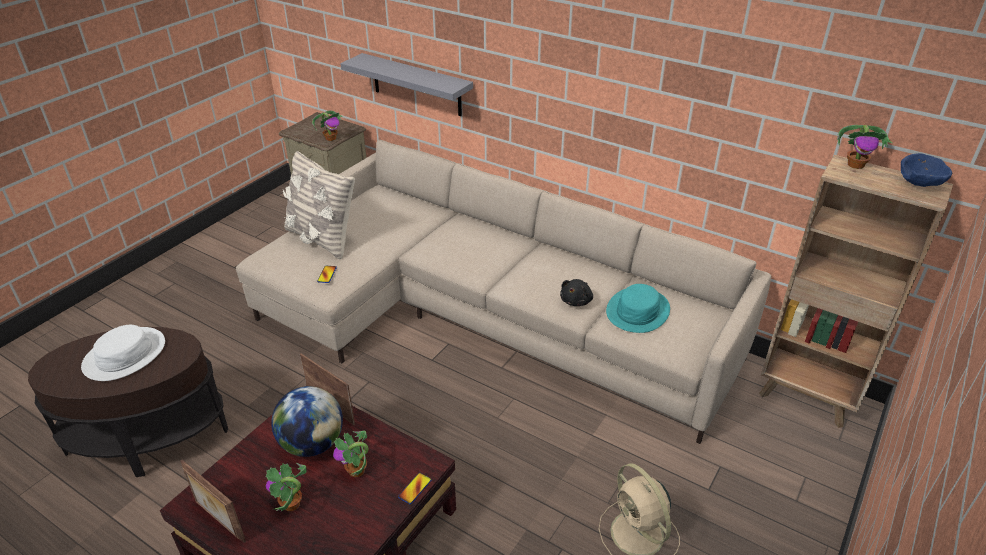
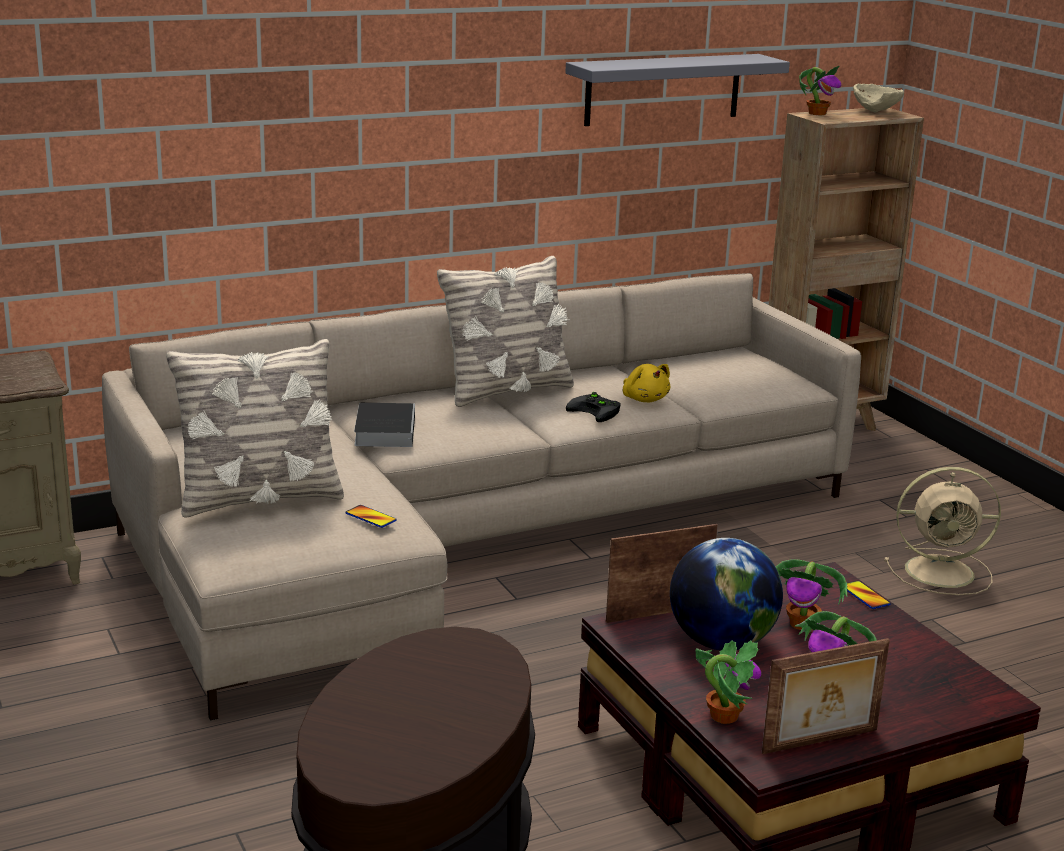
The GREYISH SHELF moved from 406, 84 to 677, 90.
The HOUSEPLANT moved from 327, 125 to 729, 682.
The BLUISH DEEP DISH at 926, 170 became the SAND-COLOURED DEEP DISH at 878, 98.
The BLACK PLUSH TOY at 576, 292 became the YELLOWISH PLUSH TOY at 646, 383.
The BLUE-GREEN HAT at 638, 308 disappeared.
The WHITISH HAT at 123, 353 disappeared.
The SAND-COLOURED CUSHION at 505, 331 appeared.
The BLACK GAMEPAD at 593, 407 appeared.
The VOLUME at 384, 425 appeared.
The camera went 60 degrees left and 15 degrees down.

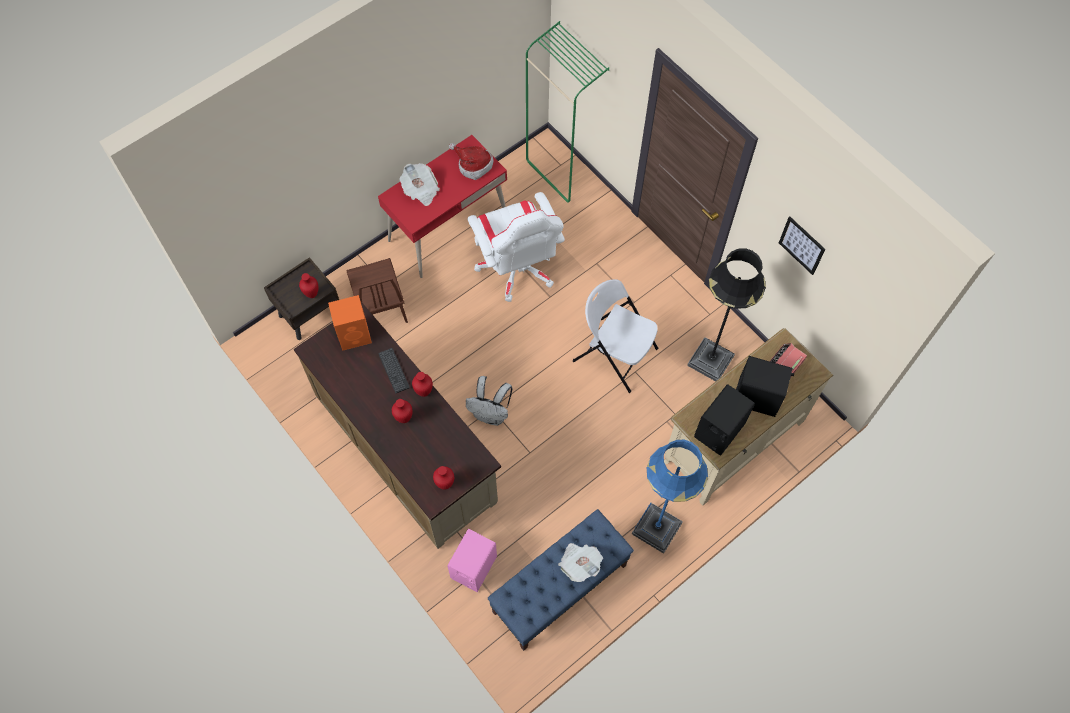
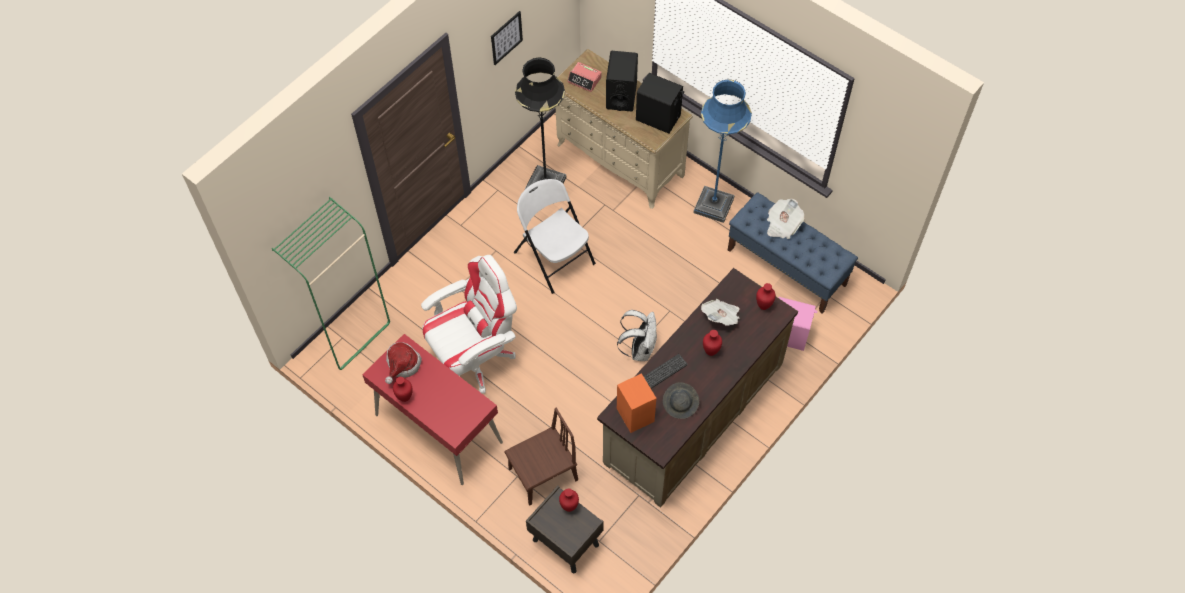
The NEWSPAPER moved from 420, 184 to 720, 312.
The WHITISH CHAIR at 615, 336 turned 120 degrees clockwise.
The RED-COLOURED DECORATIVE VASE moved from 422, 384 to 403, 389.
The GREYISH HAT at 681, 400 appeared.
The camera went 100 degrees left and 5 degrees down.

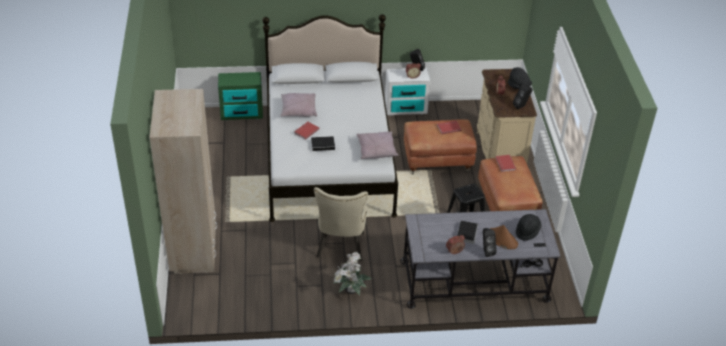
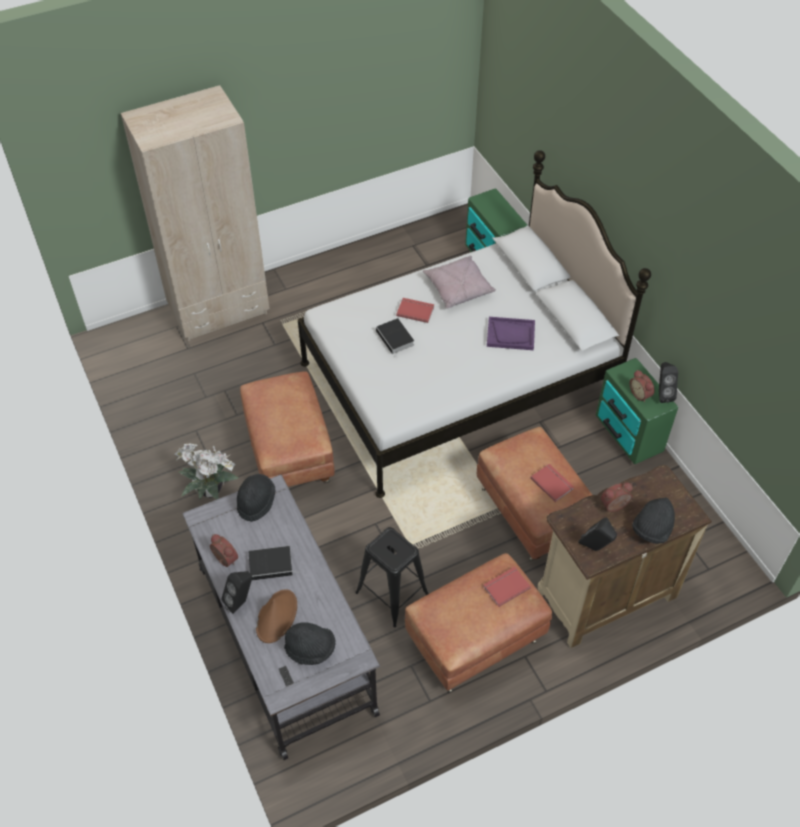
The WHITISH BEDSIDE TABLE at 408, 92 became the GREEN-COLOURED BEDSIDE TABLE at 637, 411.
The PURPLE-COLOURED CUSHION at 377, 145 disappeared.
The SAND-COLOURED CHAIR at 341, 224 was replaced by the BROWN FOOTREST at 287, 429.
The PURPLE-COLOURED TRAY at 511, 333 appeared.
The BLACK HAT at 256, 498 appeared.
The camera went 70 degrees right and 10 degrees up.

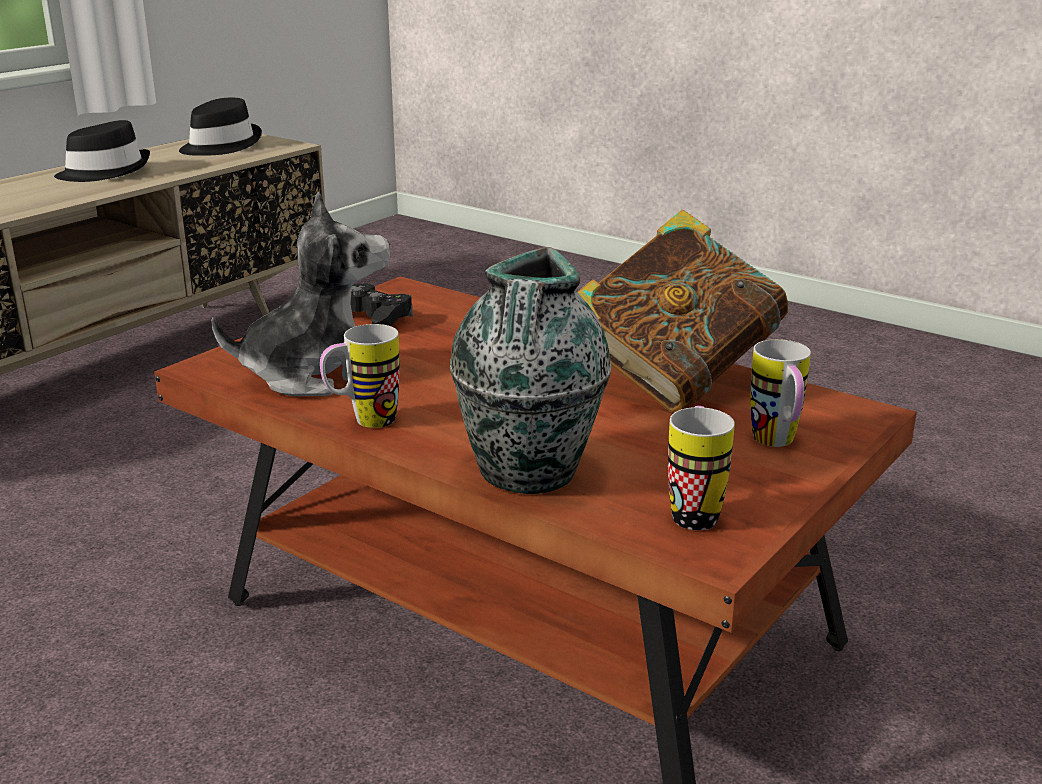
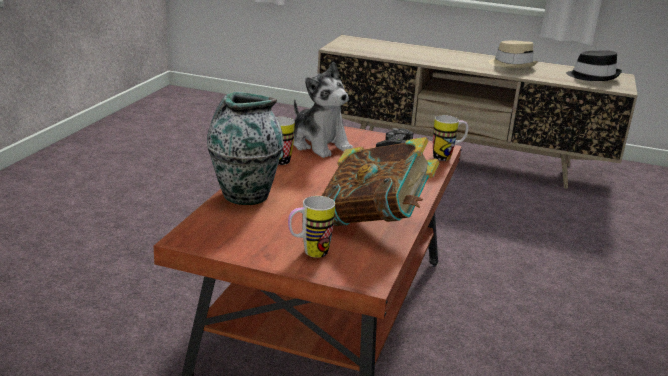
The BLACK HAT at 102, 151 became the SAND-COLOURED HAT at 513, 54.
The COFFEE MUG moved from 701, 468 to 450, 138.
The camera went 70 degrees right and 0 degrees up.

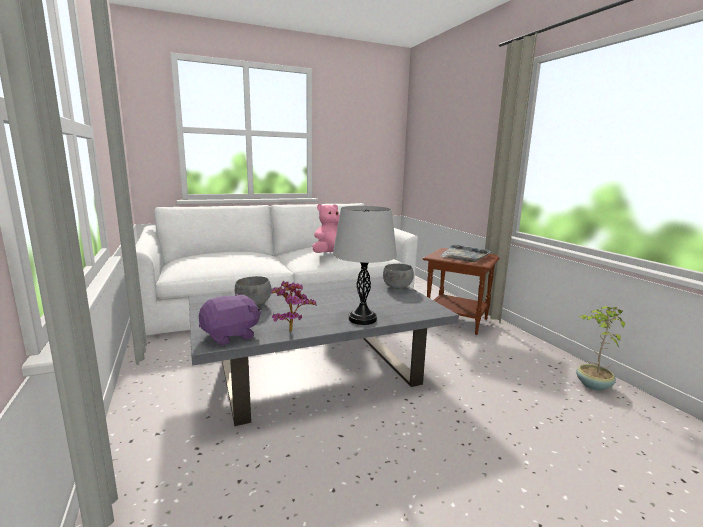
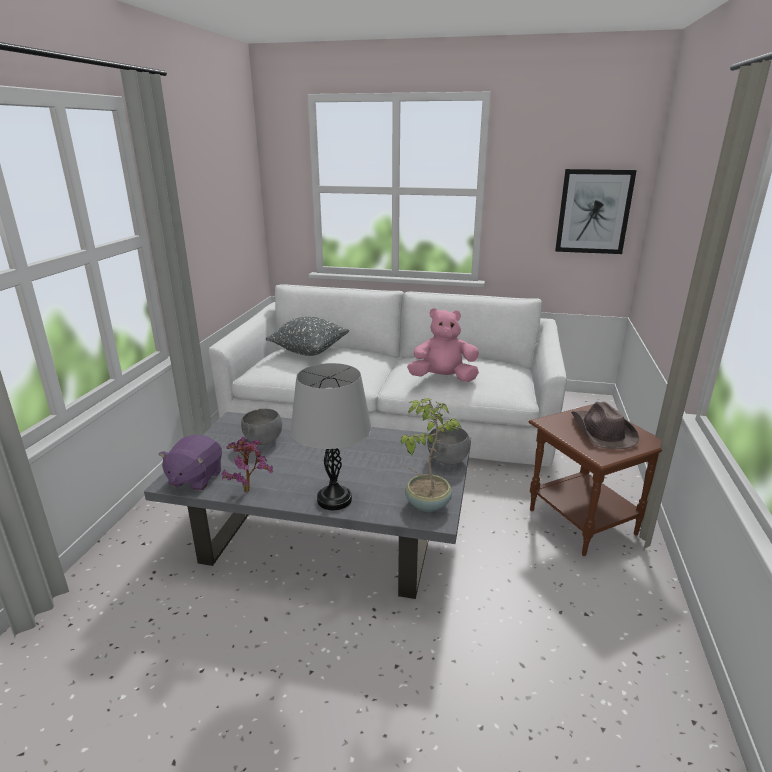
The GREYISH TRAY at 466, 253 was replaced by the BROWN HAT at 605, 425.
The PURPLE-COLOURED PLUSH TOY at 230, 319 turned 105 degrees clockwise.
The HOUSEPLANT moved from 600, 348 to 431, 455.
The WALL ART at 596, 211 appeared.
The GREYISH CUSHION at 307, 336 appeared.
The camera went 35 degrees right and 10 degrees up.

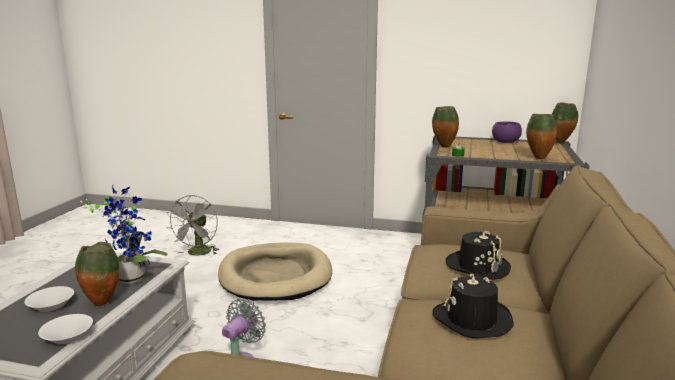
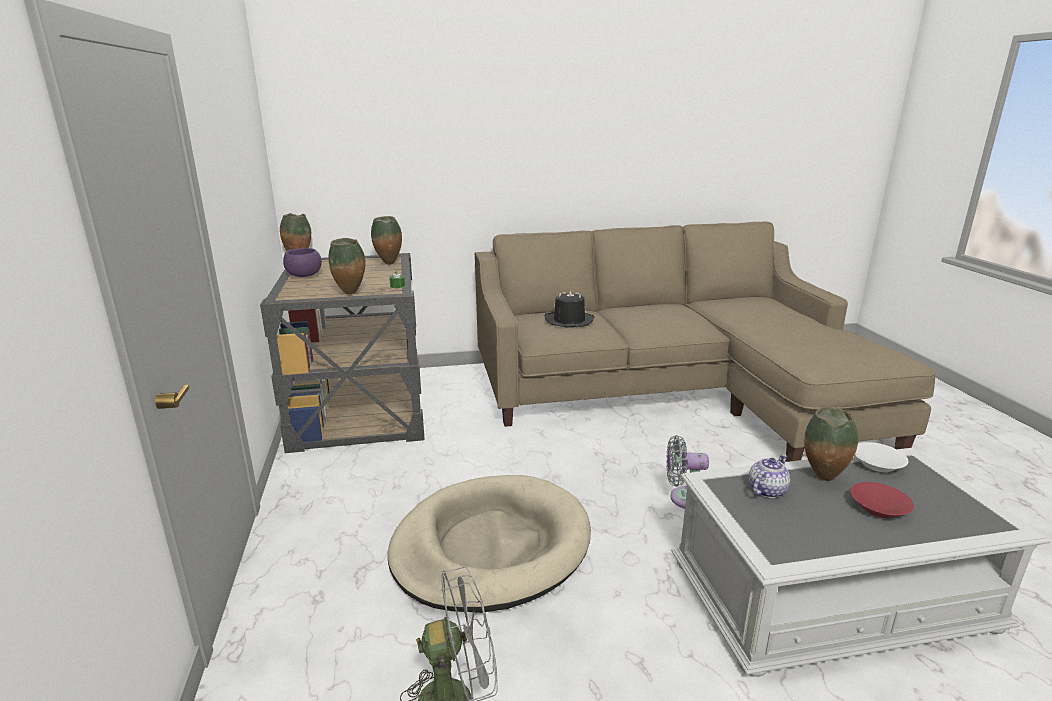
The HOUSEPLANT at 124, 235 was replaced by the TEAPOT at 769, 476.
The BLACK HAT at 473, 306 disappeared.
The WHITISH DEEP DISH at 49, 299 became the RED-COLOURED DEEP DISH at 882, 500.
The camera went 115 degrees left and 5 degrees up.

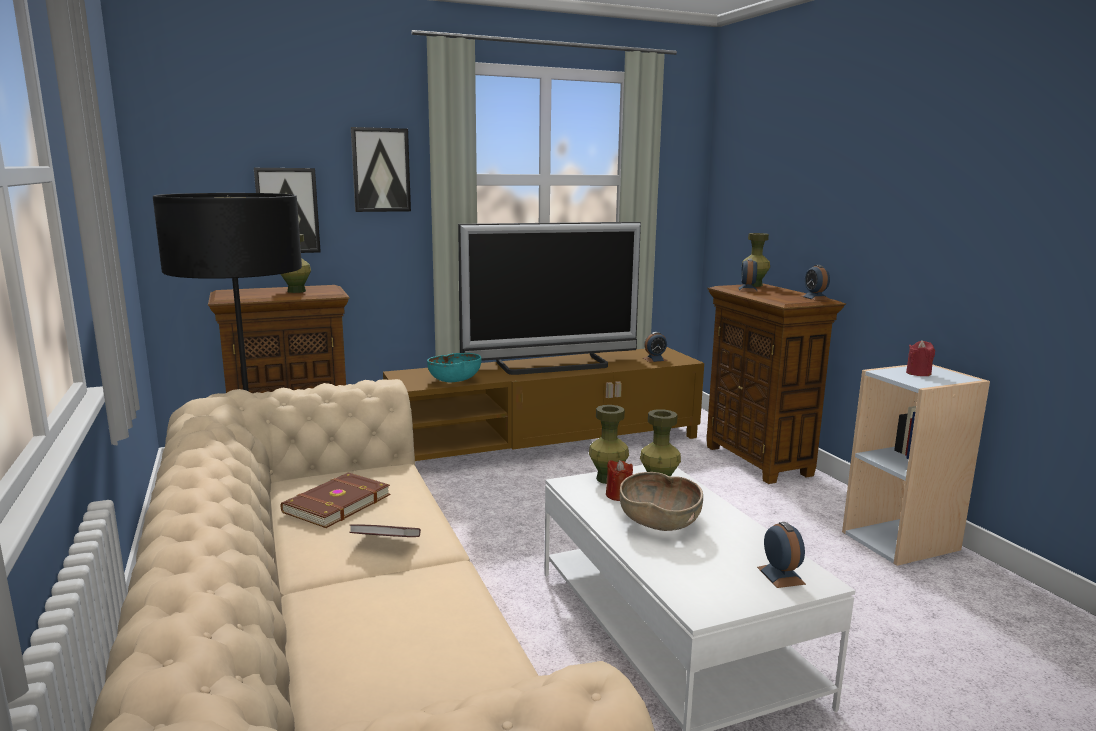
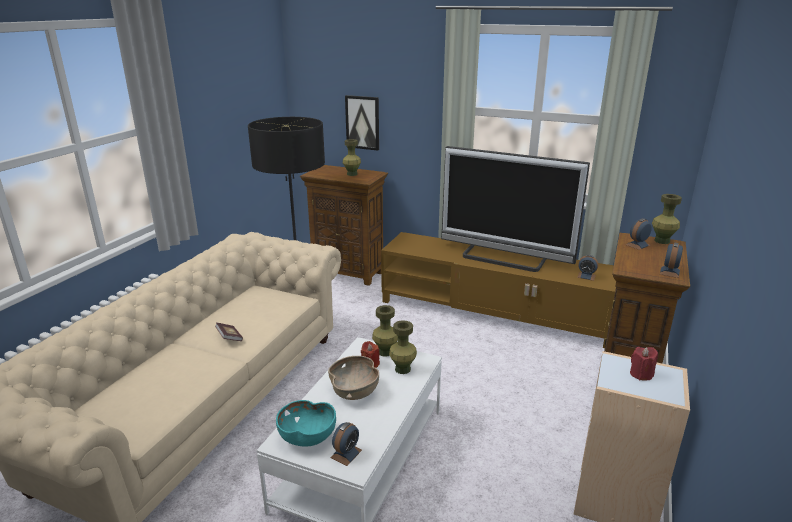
The WALL ART at 381, 169 disappeared.
The BLUE-GREEN DEEP DISH moved from 454, 367 to 306, 423.
The BROWN VOLUME at 336, 500 disappeared.
The camera went 45 degrees right and 10 degrees up.

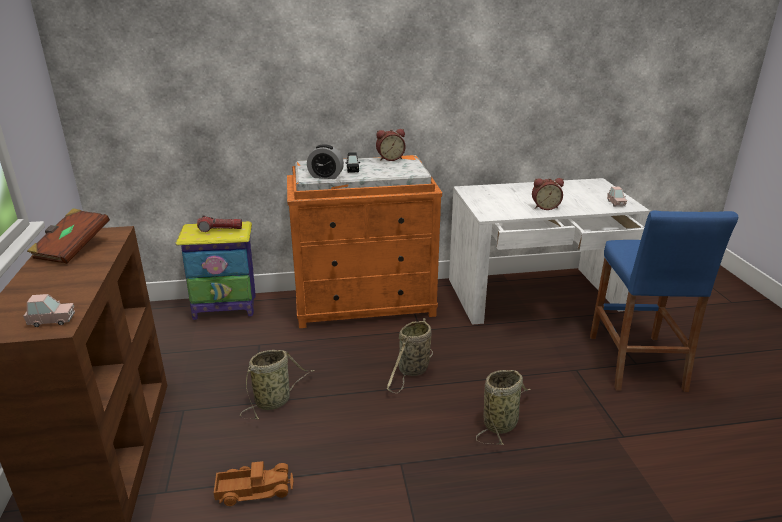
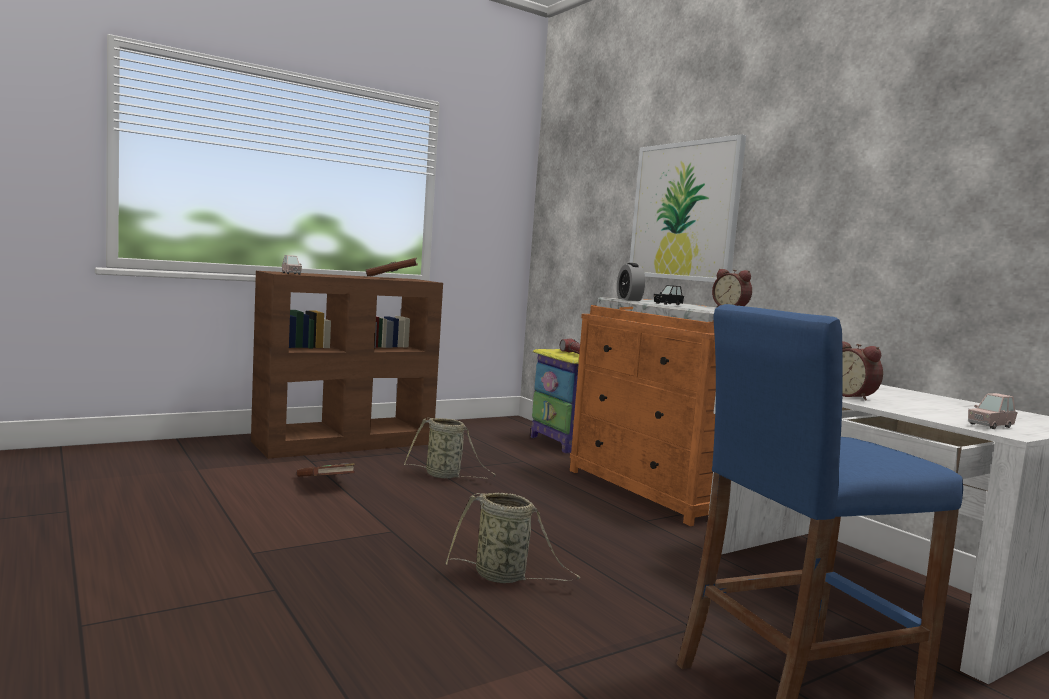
The STORAGE BASKET at 410, 355 disappeared.
The TOY TRUCK at 253, 483 was replaced by the BROWN VOLUME at 326, 470.
The WALL ART at 687, 208 appeared.
The camera went 65 degrees right and 20 degrees down.

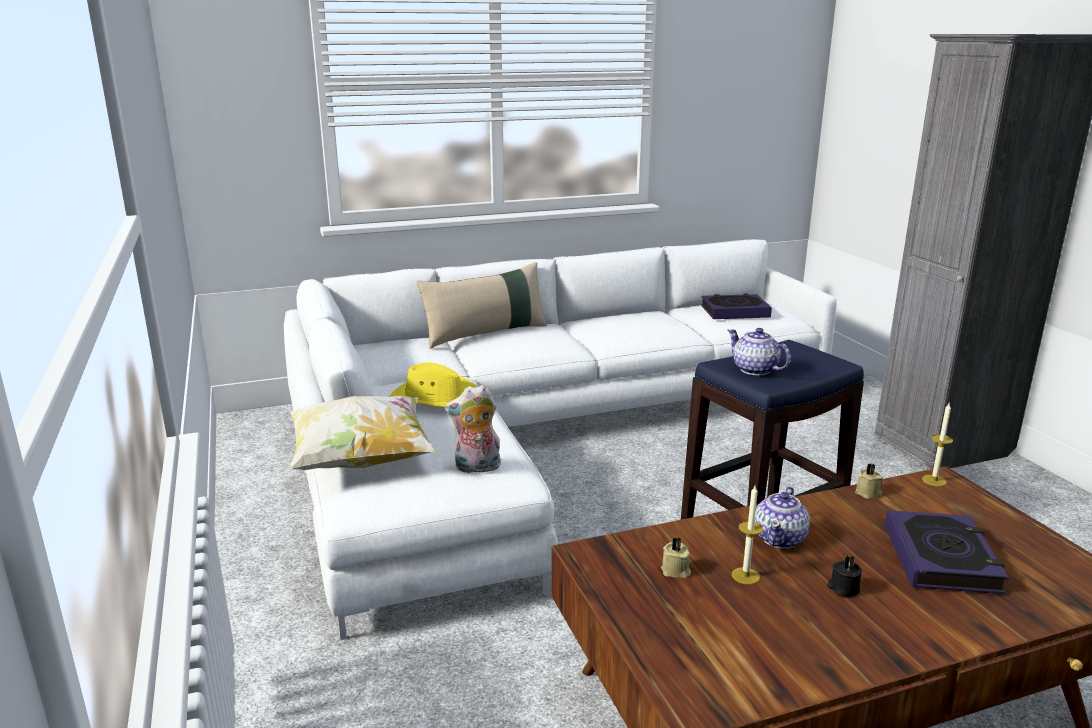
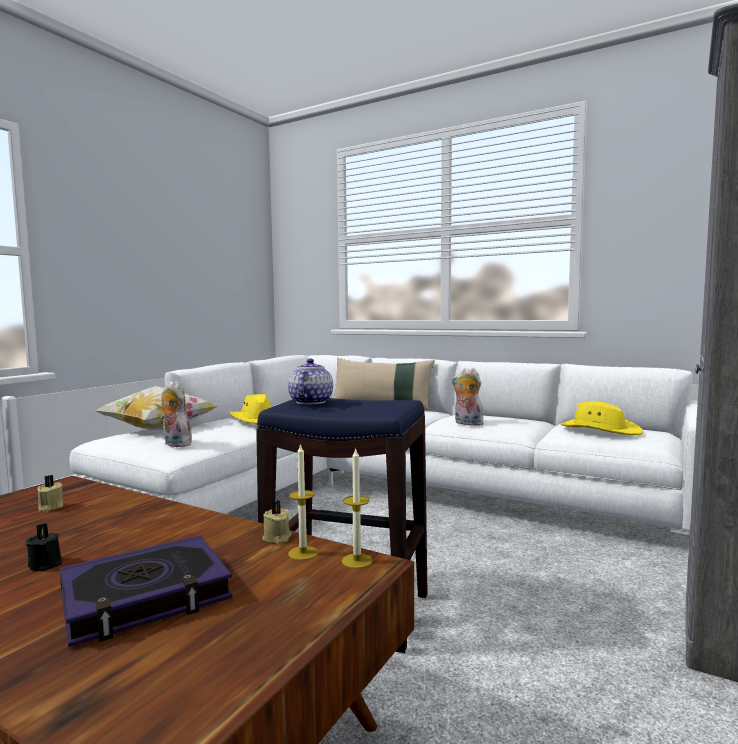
The VOLUME at 736, 306 was replaced by the YELLOWISH HAT at 601, 418.
The CANDLE moved from 747, 535 to 303, 501.
The TEAPOT at 782, 518 disappeared.
The PLUSH TOY at 467, 397 appeared.
The camera went 50 degrees right and 15 degrees down.

